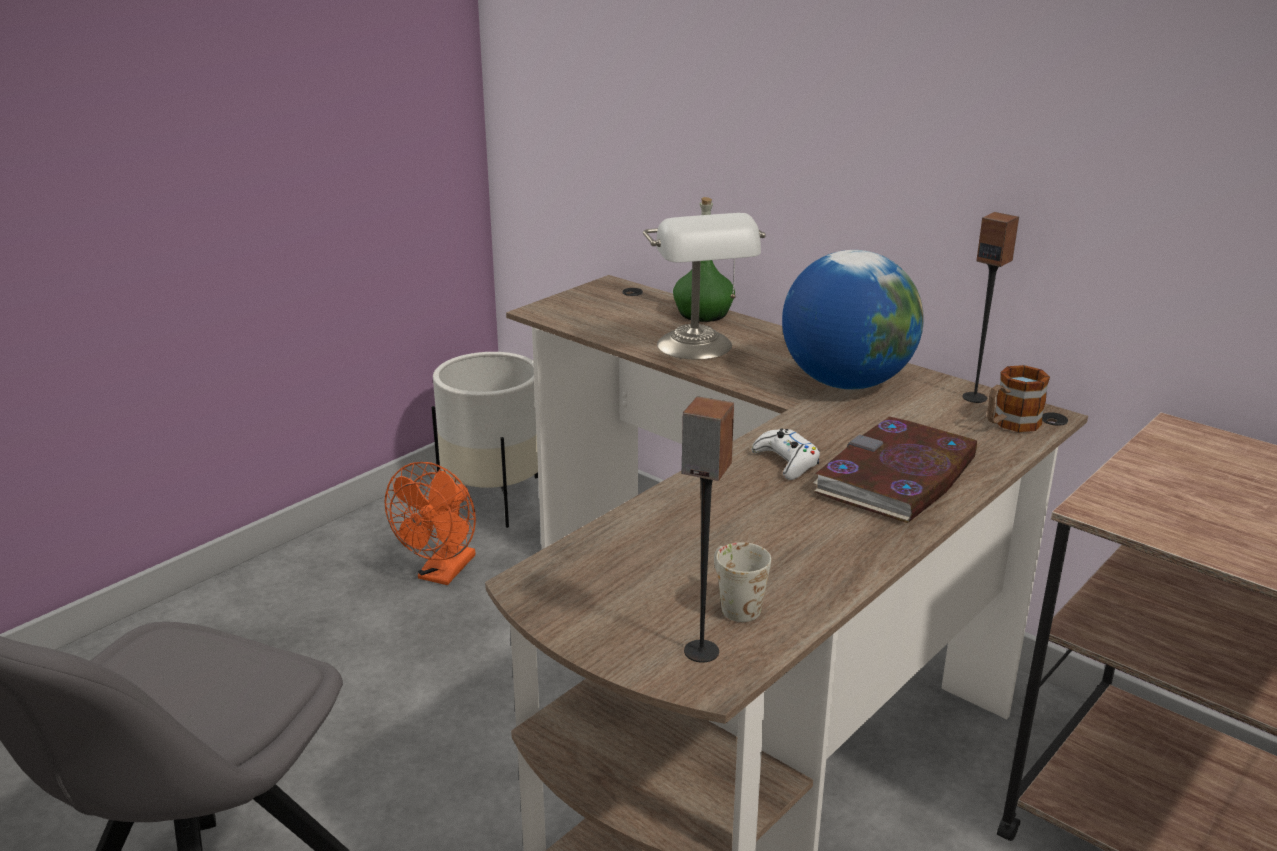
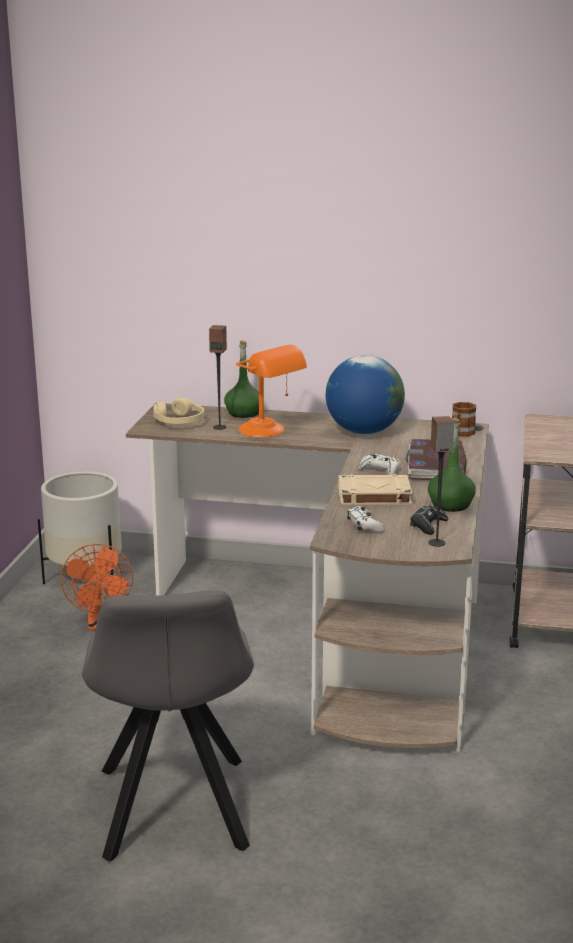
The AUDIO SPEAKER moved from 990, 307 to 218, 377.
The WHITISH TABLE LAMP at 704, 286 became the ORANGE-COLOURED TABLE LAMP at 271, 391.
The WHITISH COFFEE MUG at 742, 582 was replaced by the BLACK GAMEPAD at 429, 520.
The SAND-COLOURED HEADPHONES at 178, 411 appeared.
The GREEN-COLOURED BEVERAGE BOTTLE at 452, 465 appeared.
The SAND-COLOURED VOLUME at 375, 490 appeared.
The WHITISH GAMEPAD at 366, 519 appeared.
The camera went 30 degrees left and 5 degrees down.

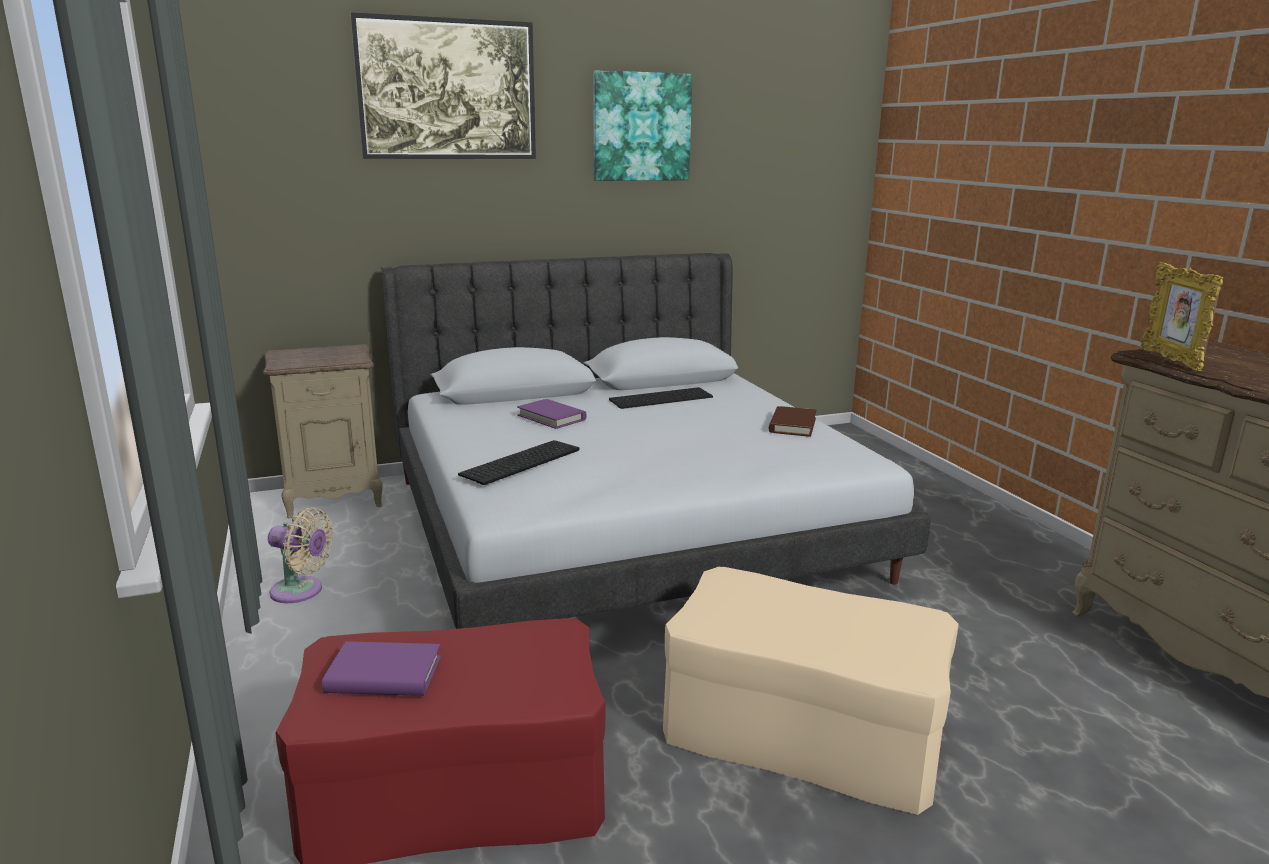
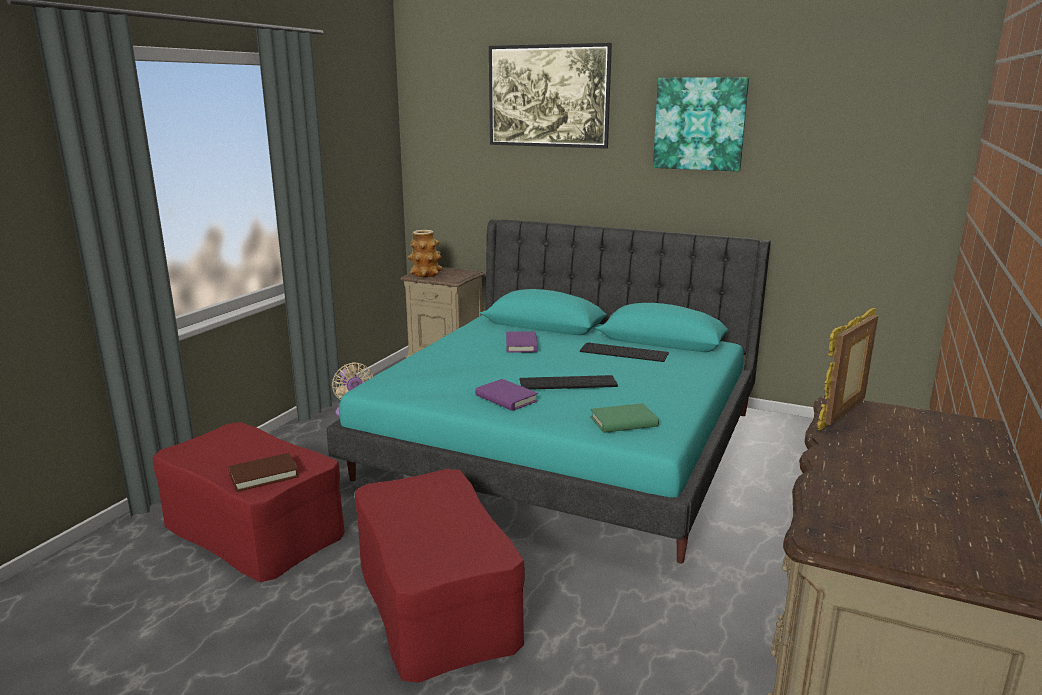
The GREYISH SLEEPING BED at 656, 441 became the BLUE-GREEN SLEEPING BED at 549, 391.
The BROWN VOLUME moved from 793, 421 to 263, 472.
The KEYBOARD moved from 518, 462 to 568, 382.
The SAND-COLOURED FOOTREST at 811, 691 became the RED-COLOURED FOOTREST at 439, 576.
The PURPLE-COLOURED VOLUME moved from 381, 668 to 506, 395.
The DECORATIVE VASE at 425, 254 appeared.
The GREEN-COLOURED VOLUME at 624, 418 appeared.
The camera went 45 degrees right and 0 degrees up.

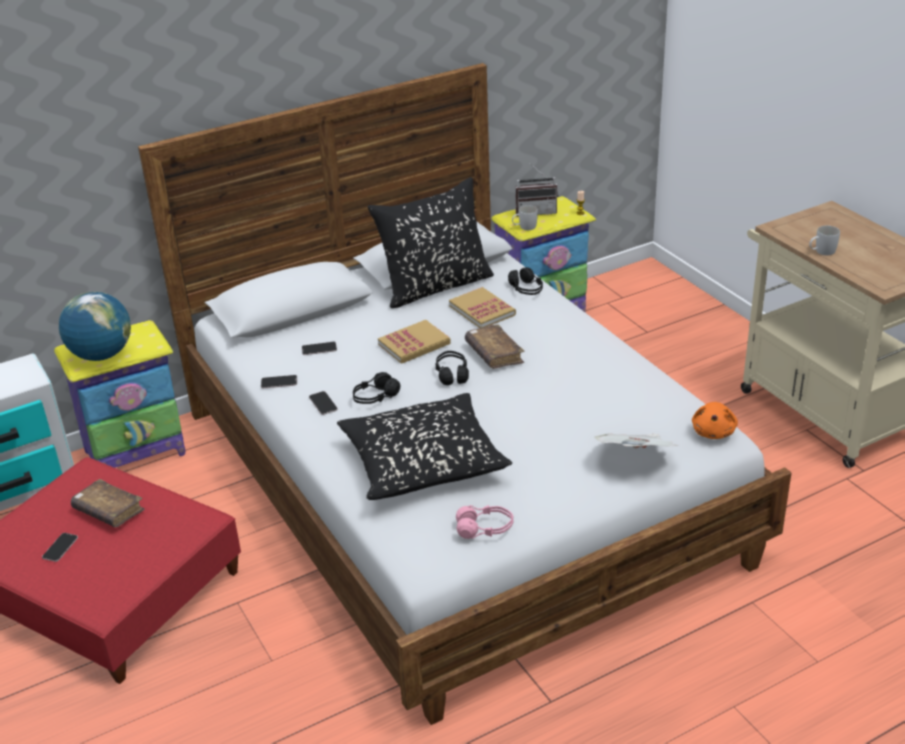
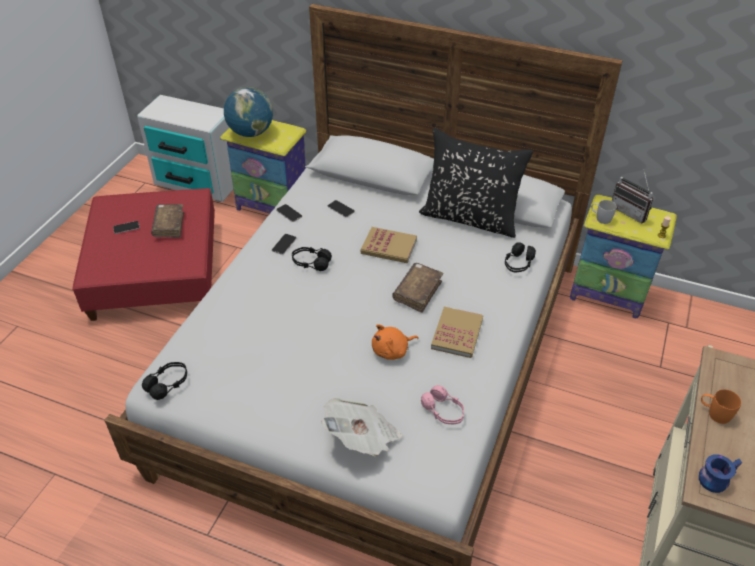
The WHITISH COFFEE MUG at 824, 241 became the ORANGE-COLOURED COFFEE MUG at 721, 406.
The VOLUME moved from 482, 307 to 457, 332.
The BLACK HEADPHONES moved from 452, 368 to 164, 381.
The BLACK CUSHION at 424, 446 disappeared.
The ORANGE-COLOURED PLUSH TOY moved from 715, 420 to 395, 342.
The PINK-COLOURED HEADPHONES moved from 484, 522 to 442, 404.
The BLUISH COFFEE MUG at 720, 473 appeared.
The camera went 50 degrees right and 10 degrees up.

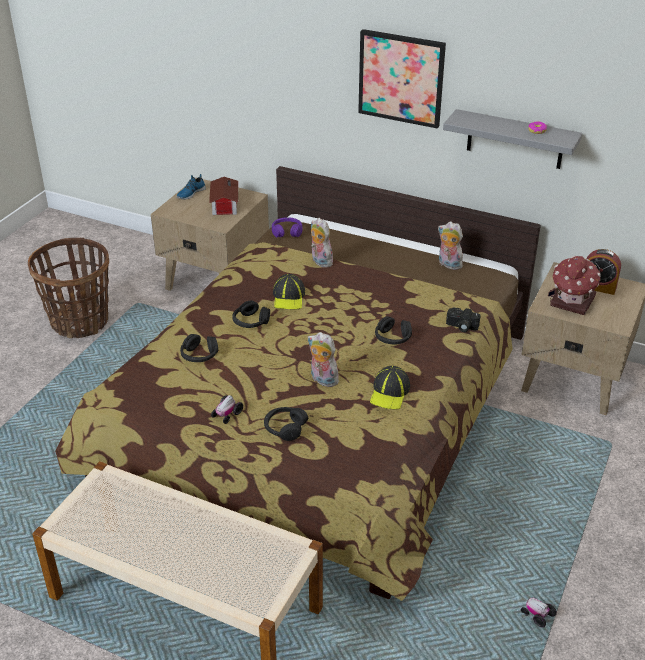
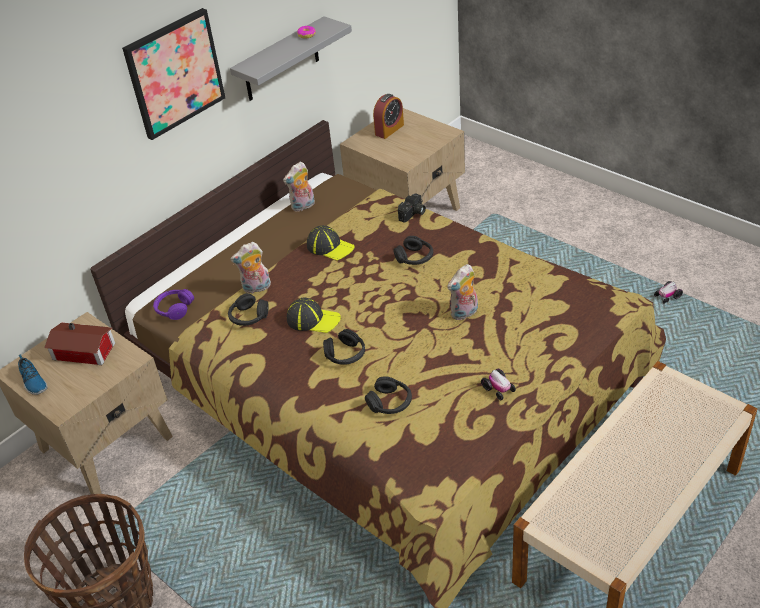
The MODEL HOUSE at 574, 285 disappeared.
The PEAKED CAP moved from 390, 388 to 331, 243.
The BLACK HEADPHONES moved from 286, 424 to 248, 309.
The camera went 70 degrees left and 5 degrees up.

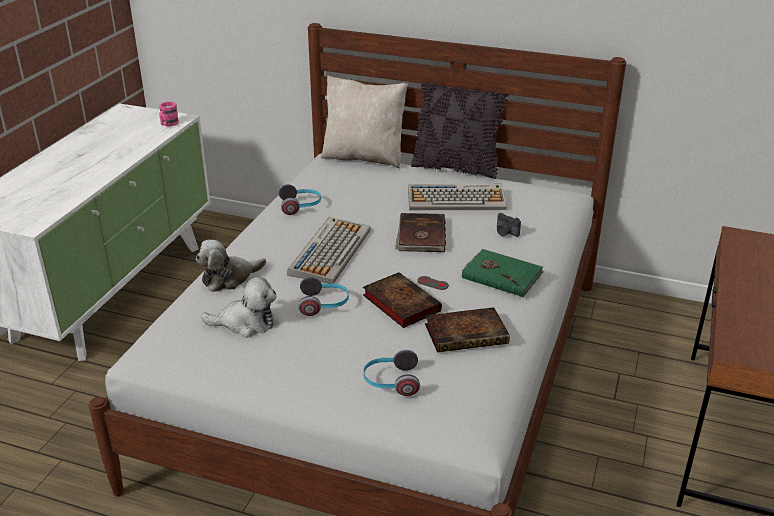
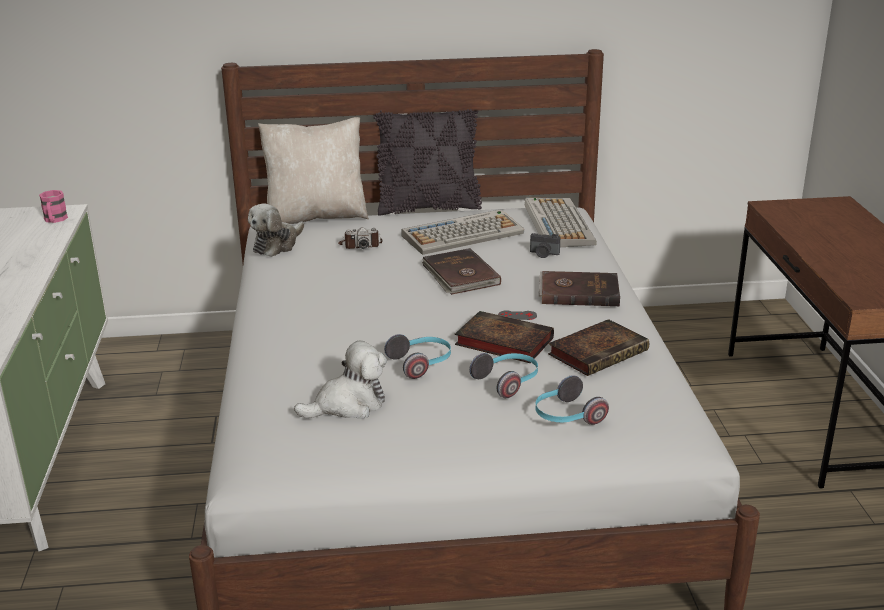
The HEADPHONES moved from 300, 199 to 503, 375.
The KEYBOARD moved from 329, 250 to 561, 222.
The PLUSH TOY moved from 231, 266 to 276, 230.
The GREEN-COLOURED VOLUME at 502, 273 became the BROWN VOLUME at 579, 288.
The STILL CAMERA at 360, 238 appeared.
The camera went 25 degrees left and 5 degrees down.

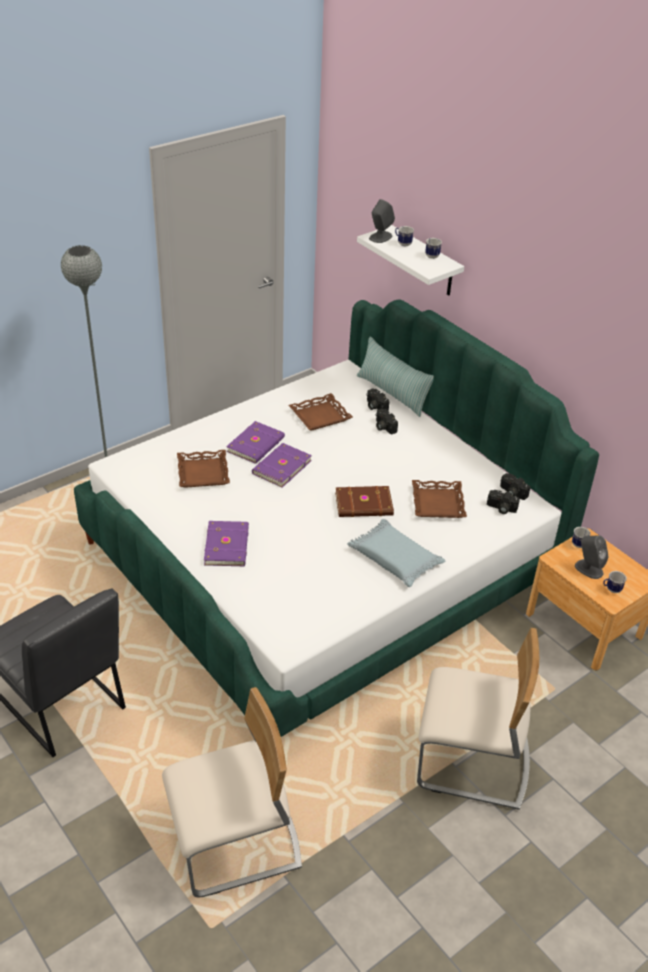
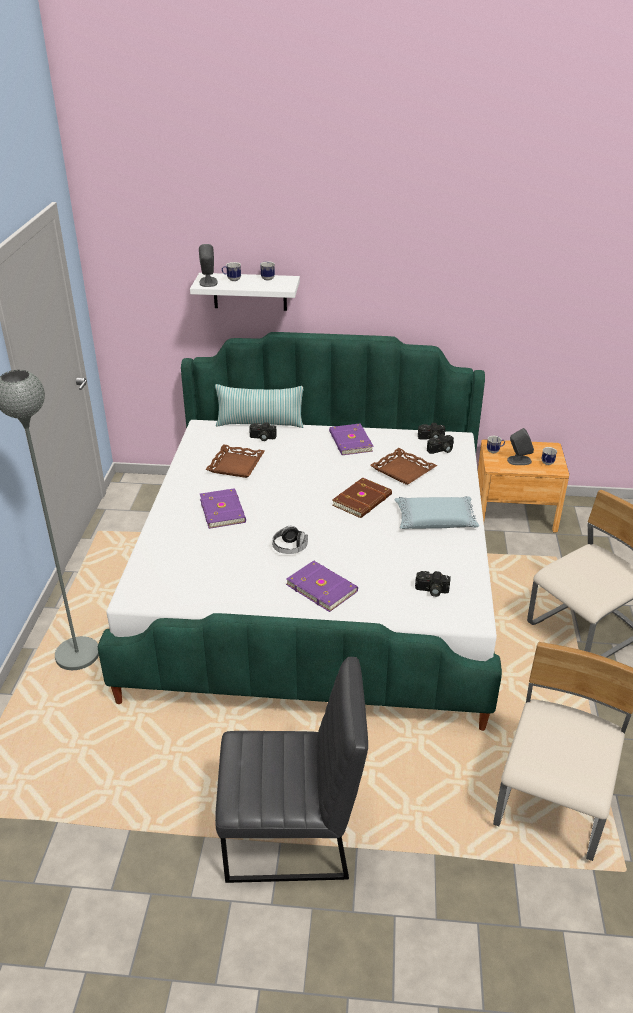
The STILL CAMERA moved from 387, 421 to 433, 584.
The PURPLE-COLOURED VOLUME moved from 282, 465 to 351, 439.
The BROWN TRAY at 203, 469 disappeared.
The HEADPHONES at 290, 540 appeared.
The camera went 45 degrees left and 5 degrees down.

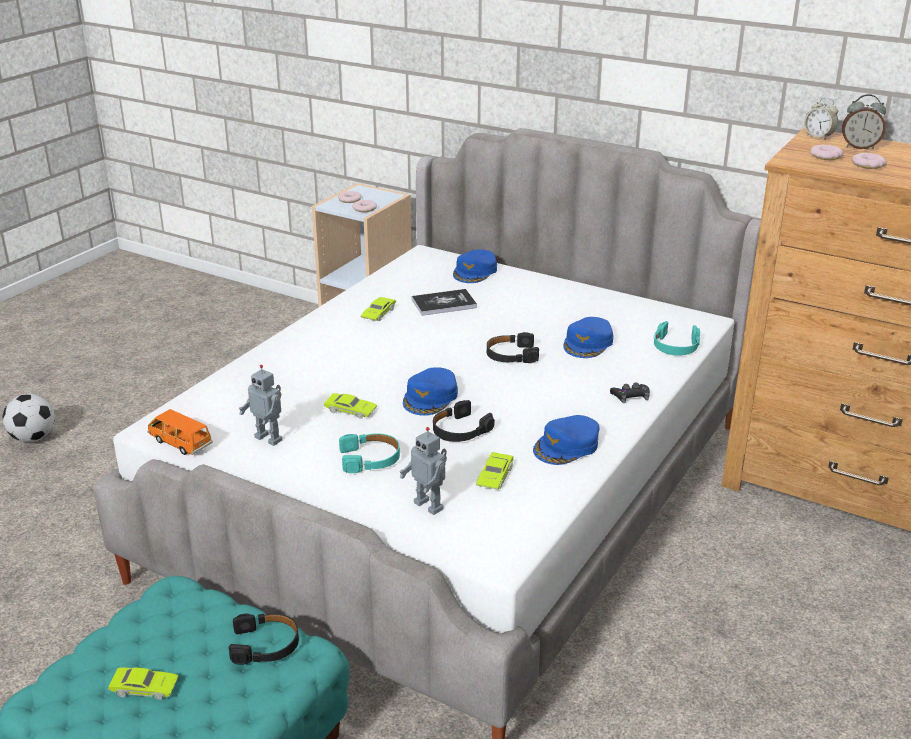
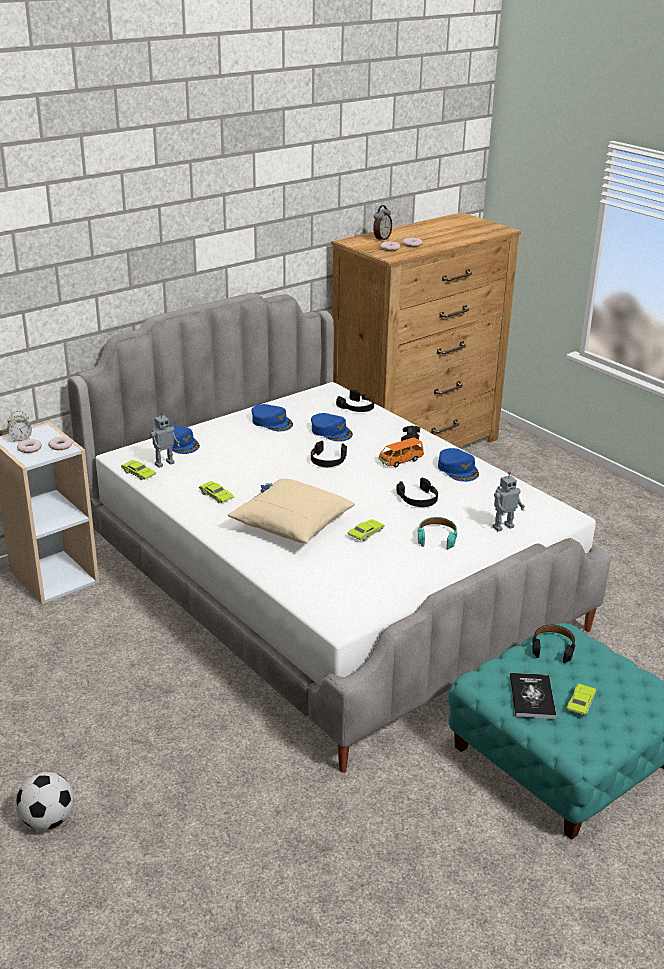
The BEDSIDE CLOCK moved from 821, 119 to 19, 426.
The VOLUME moved from 444, 302 to 533, 696.
The BLUE-GREEN HEADPHONES at 677, 338 became the BLACK HEADPHONES at 355, 401.
The MODEL ROBOT moved from 260, 405 to 165, 440.
The BLUISH PEAKED CAP moved from 430, 391 to 272, 417.
The ORANGE-COLOURED MINIATURE CAR moved from 180, 432 to 401, 452.
The GREEN-COLOURED MINIATURE CAR moved from 495, 471 to 139, 470.
The SAND-COLOURED CUSHION at 291, 511 appeared.
The camera went 70 degrees left and 0 degrees up.

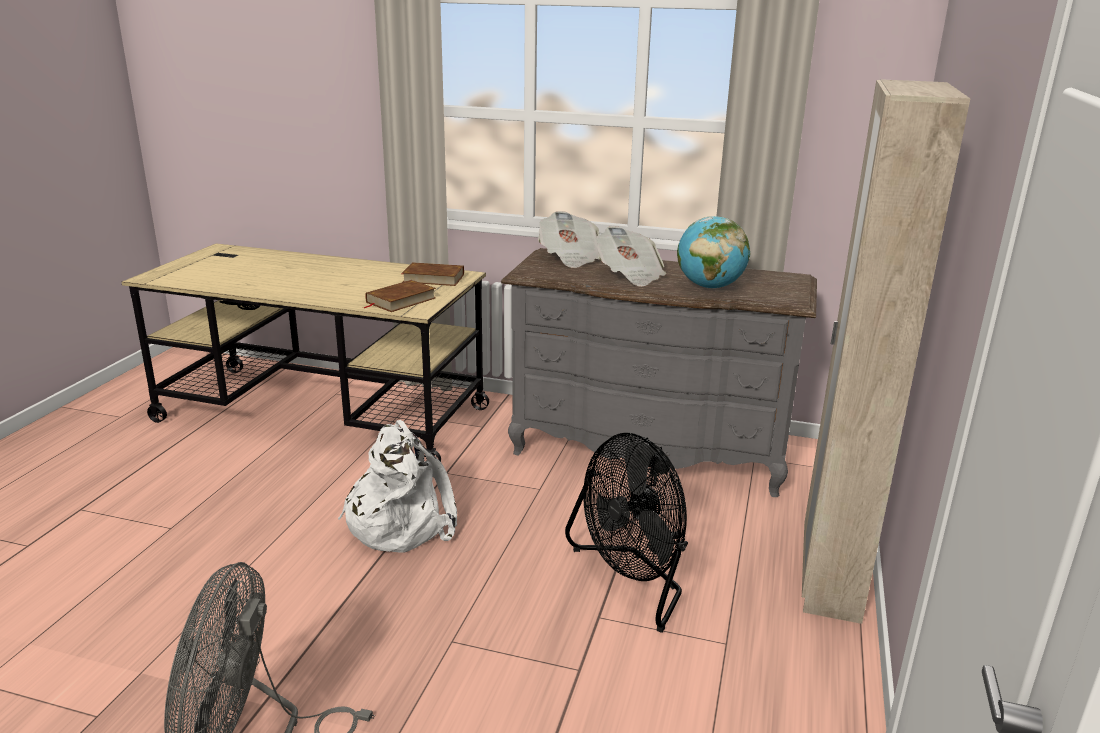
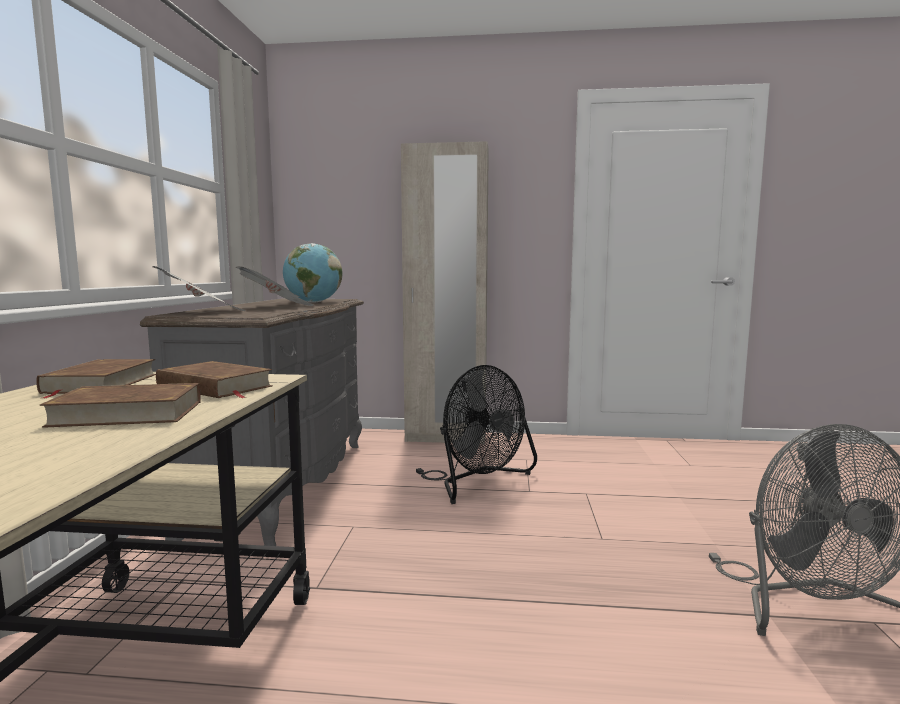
The WHITISH KNAPSACK at 397, 486 disappeared.
The BROWN VOLUME at 120, 405 appeared.
The camera went 100 degrees left and 15 degrees down.

